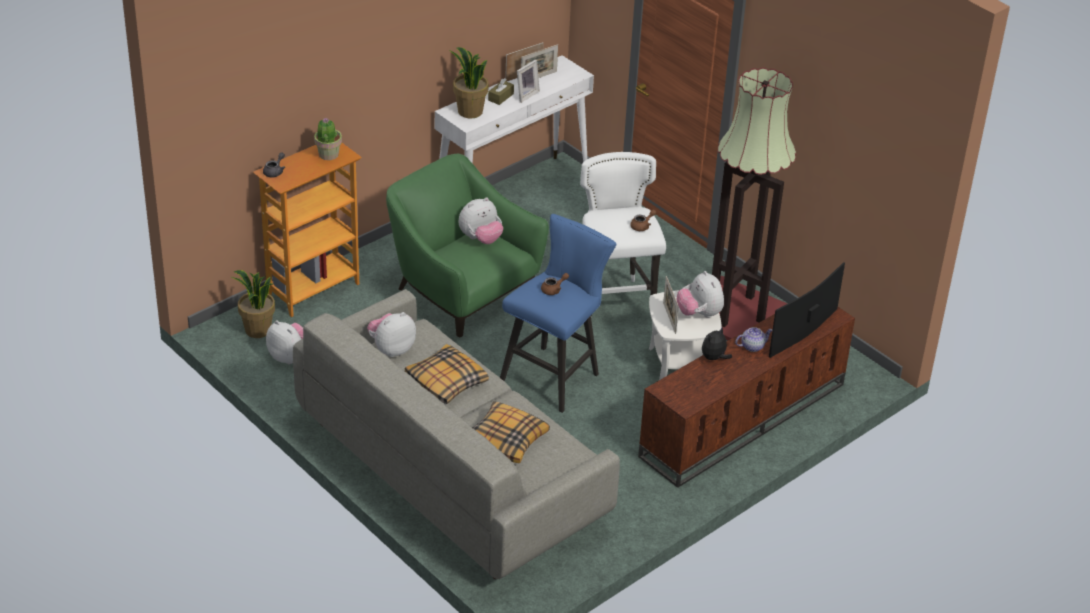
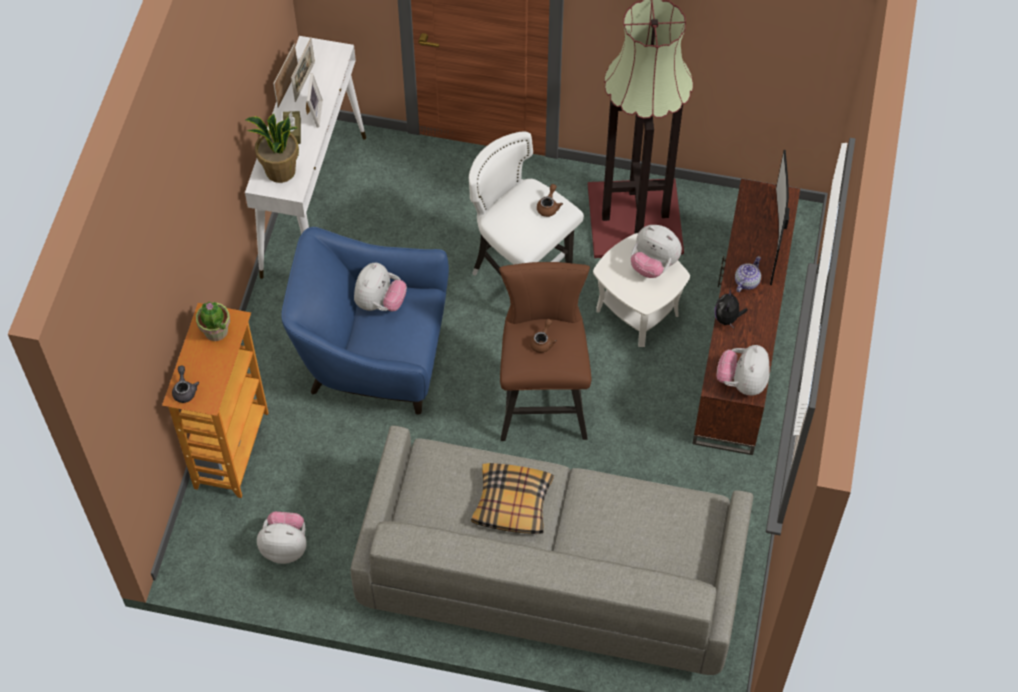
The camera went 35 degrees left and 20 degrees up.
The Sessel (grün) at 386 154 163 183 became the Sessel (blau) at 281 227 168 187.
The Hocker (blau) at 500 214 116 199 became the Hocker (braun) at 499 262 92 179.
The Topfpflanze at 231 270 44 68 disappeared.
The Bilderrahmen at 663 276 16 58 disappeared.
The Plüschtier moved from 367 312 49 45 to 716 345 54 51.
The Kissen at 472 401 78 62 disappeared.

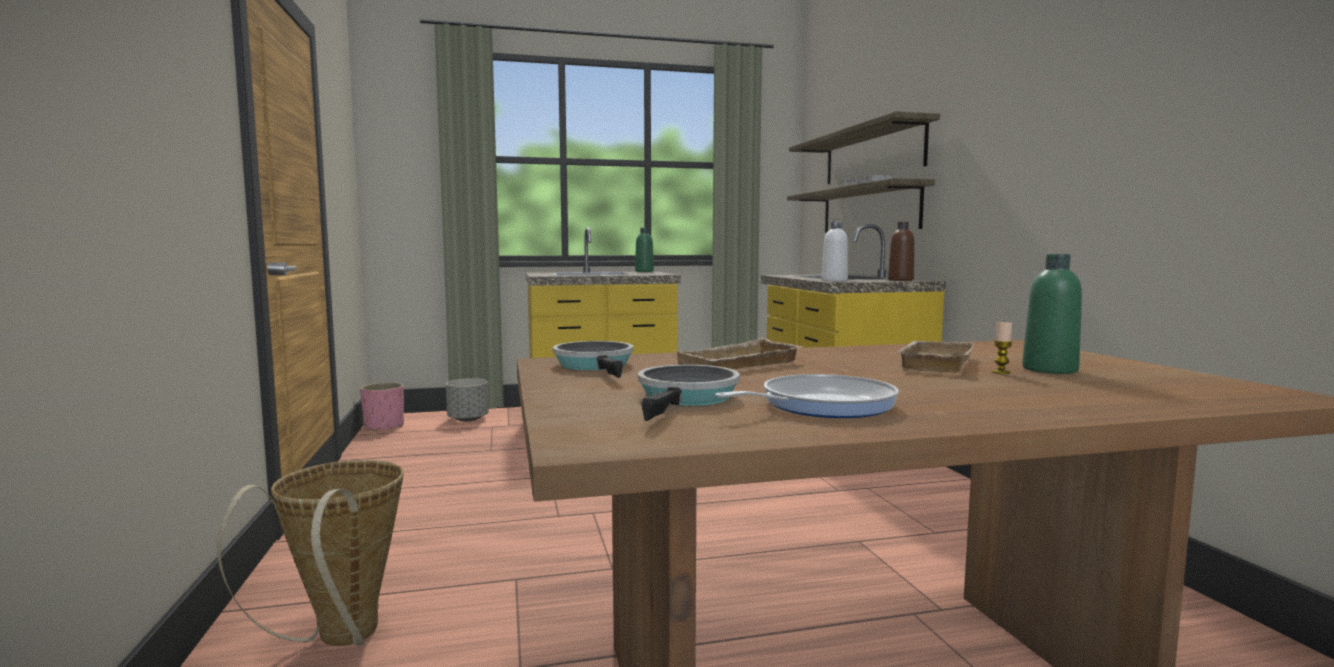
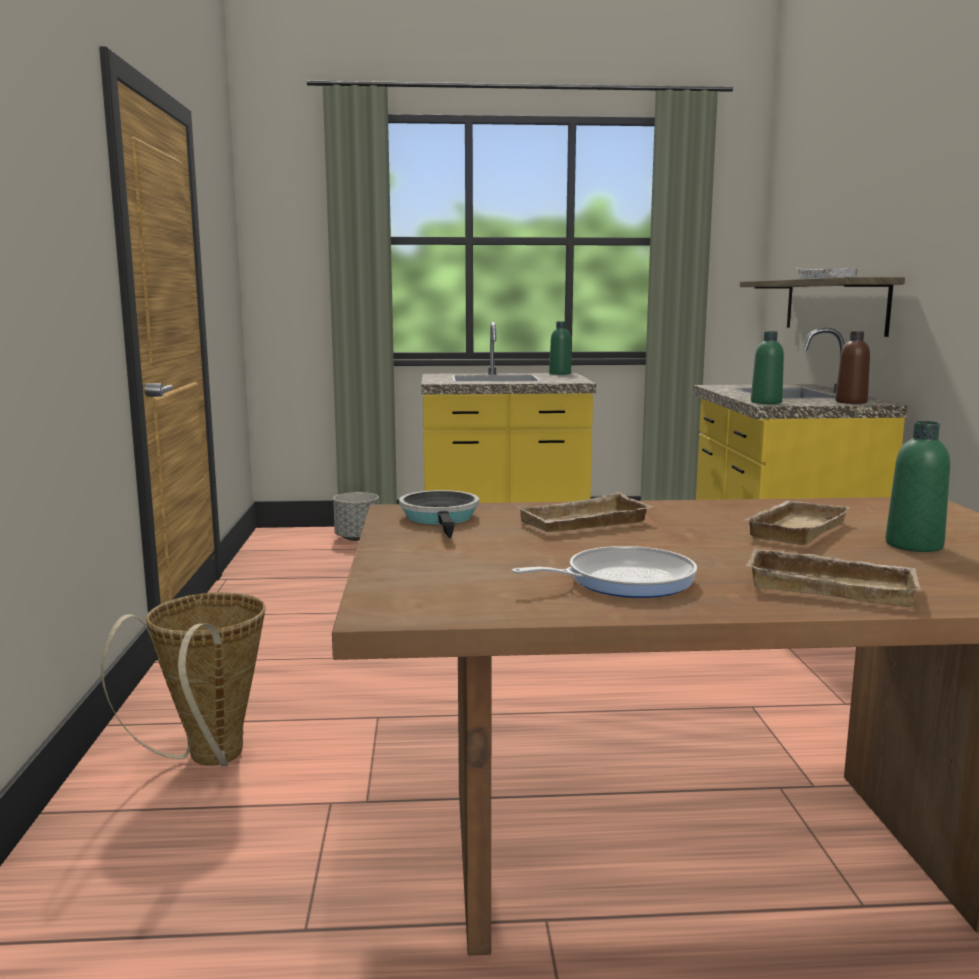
The camera went 10 degrees right and 5 degrees up.
The Wandregal at 789 111 151 73 disappeared.
The Flasche (weiß) at 822 221 26 61 became the Flasche (grün) at 751 331 33 73.
The Kerze at 992 321 21 53 disappeared.
The Pfanne at 638 365 102 56 disappeared.
The Pflanzkübel (rosa) at 360 382 44 50 disappeared.
The Tablett (beige) at 746 547 174 60 appeared.

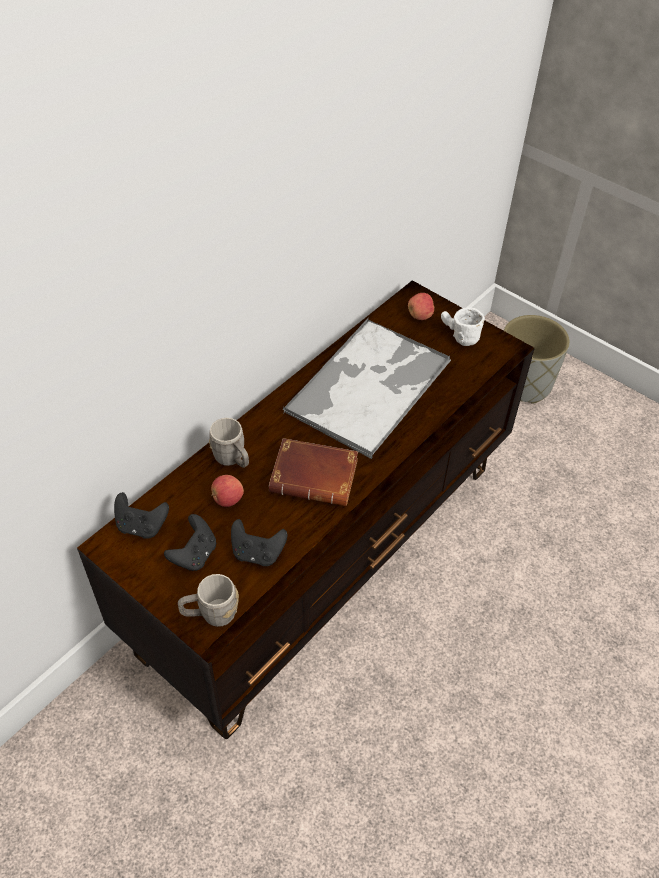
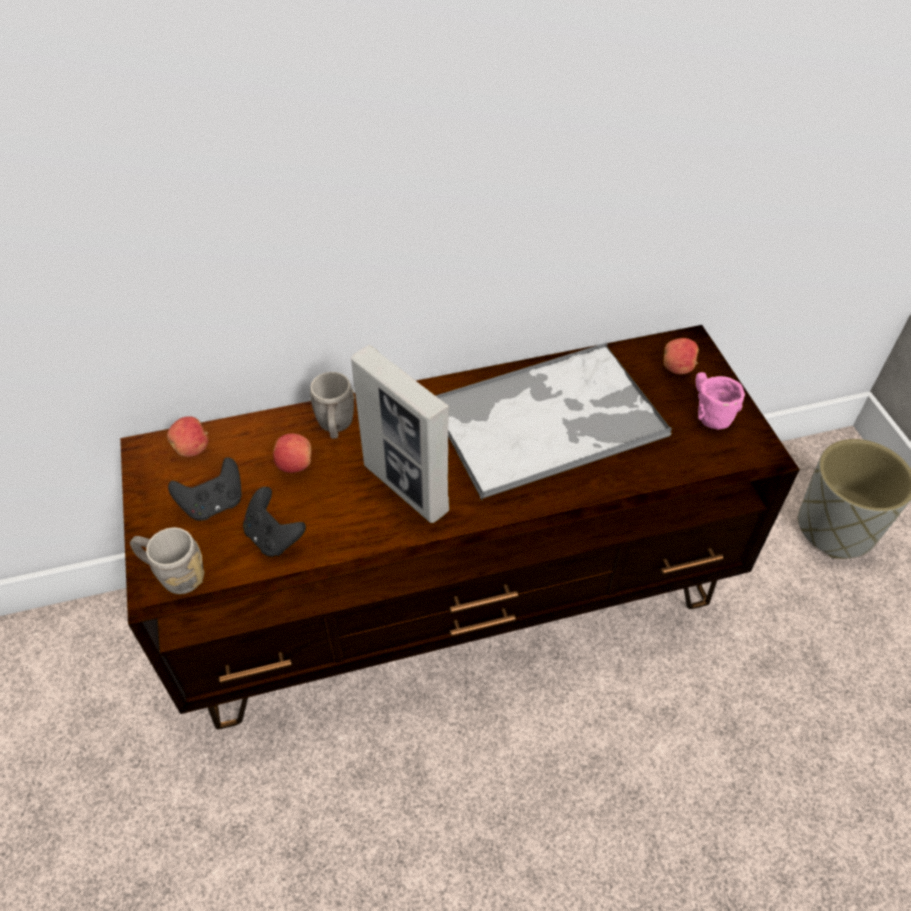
The camera went 35 degrees right and 0 degrees up.
The Henkelbecher (weiß) at 441 307 44 39 became the Henkelbecher (rosa) at 695 372 50 58.
The Buch (braun) at 269 438 89 68 was replaced by the Bilderrahmen at 351 345 98 178.
The Gamepad (schwarz) at 114 492 55 47 was replaced by the Apfel at 167 416 41 41.

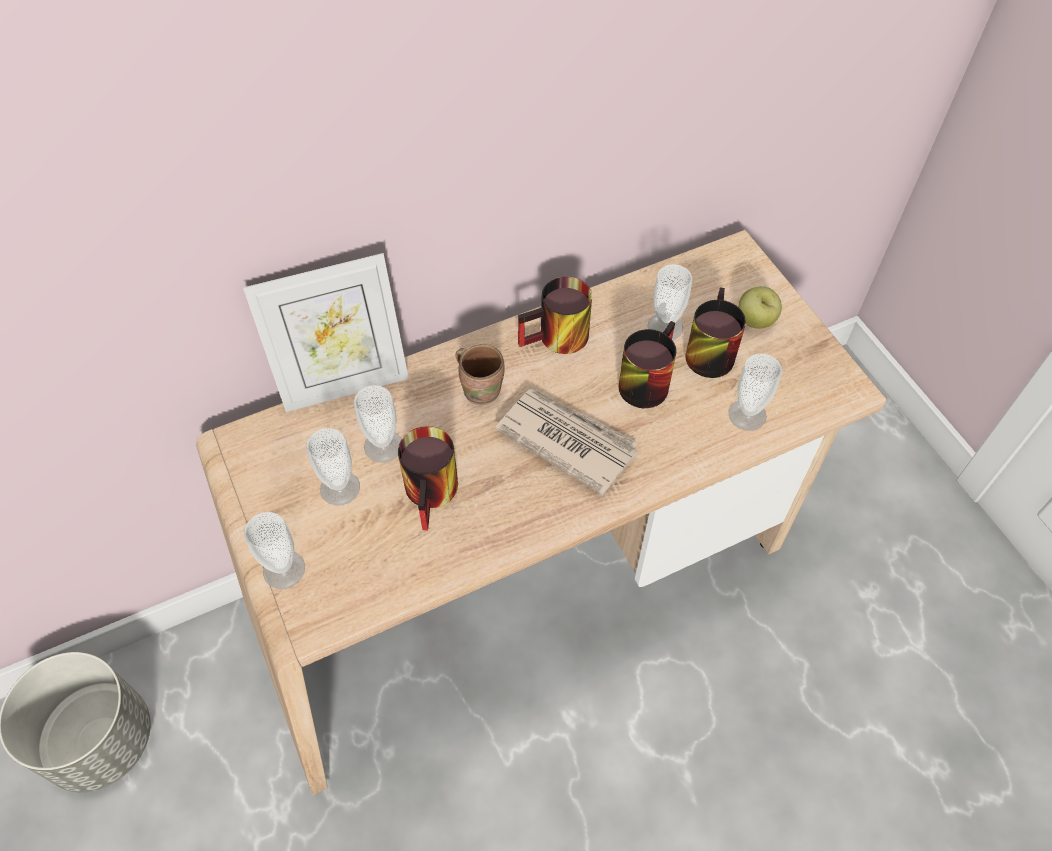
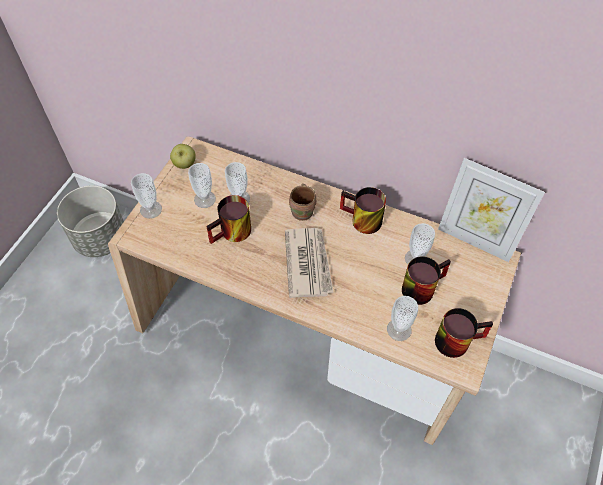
The camera went 50 degrees right and 0 degrees up.
The Bilderrahmen moved from 243 253 166 159 to 438 158 107 104.
The Apfel moved from 738 286 44 43 to 170 144 26 25.
The Henkelbecher moved from 619 321 57 87 to 435 308 58 50.

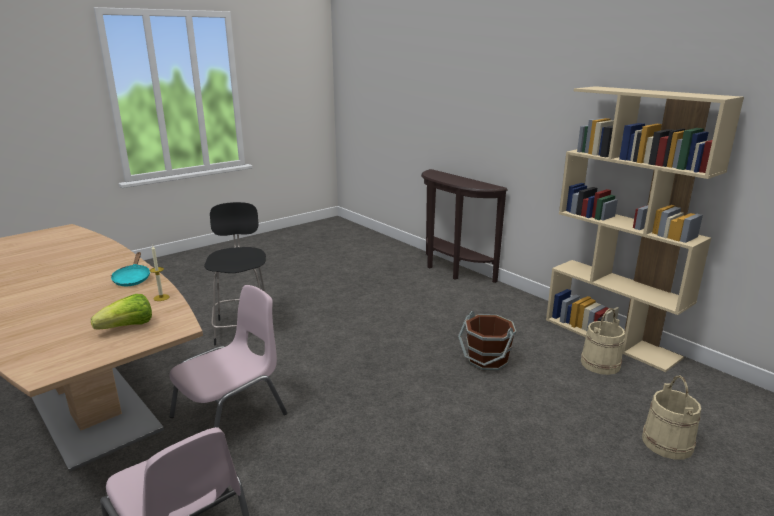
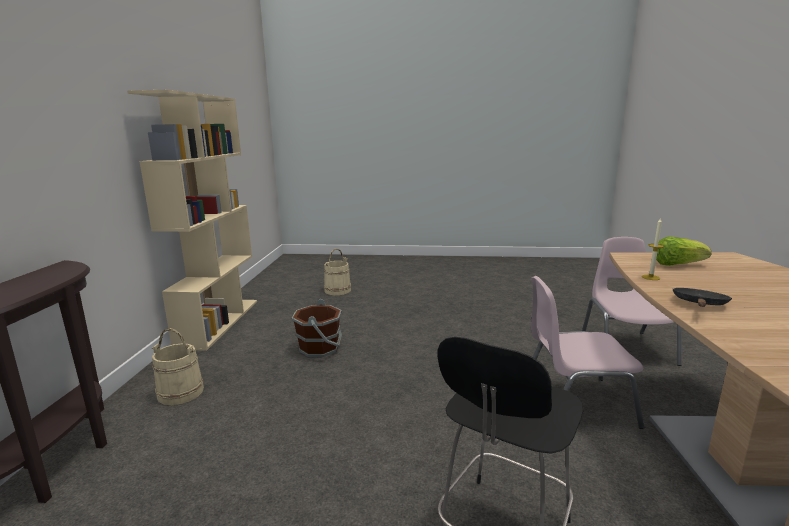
The camera went 135 degrees left and 5 degrees down.
The Pfanne (türkis) at 111 252 39 34 became the Pfanne (schwarz) at 673 288 59 19.
The Eimer (beige) moved from 581 308 44 67 to 152 328 52 77.

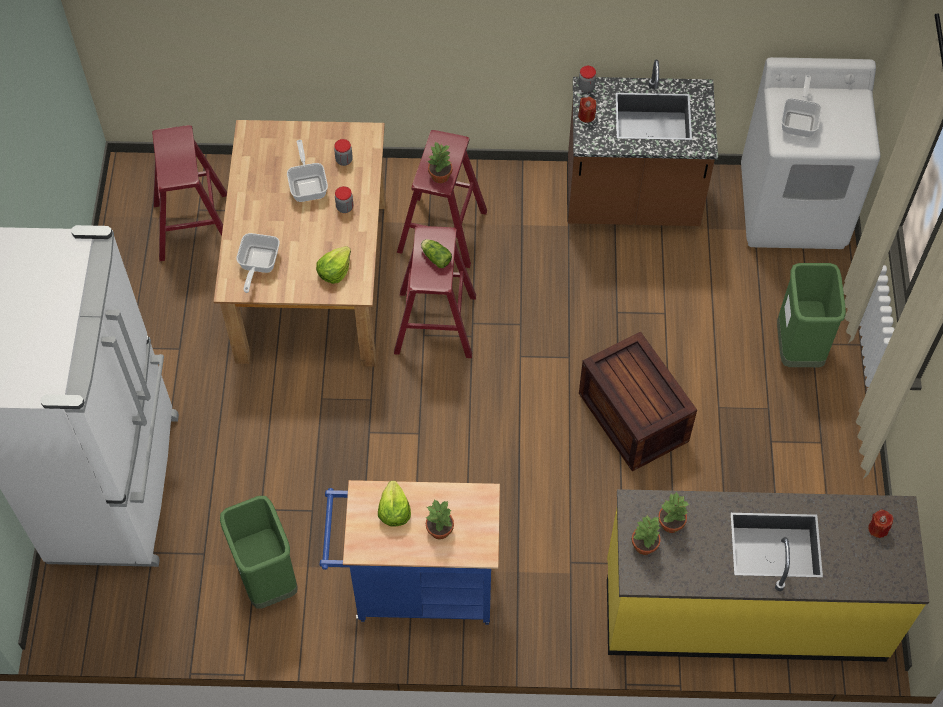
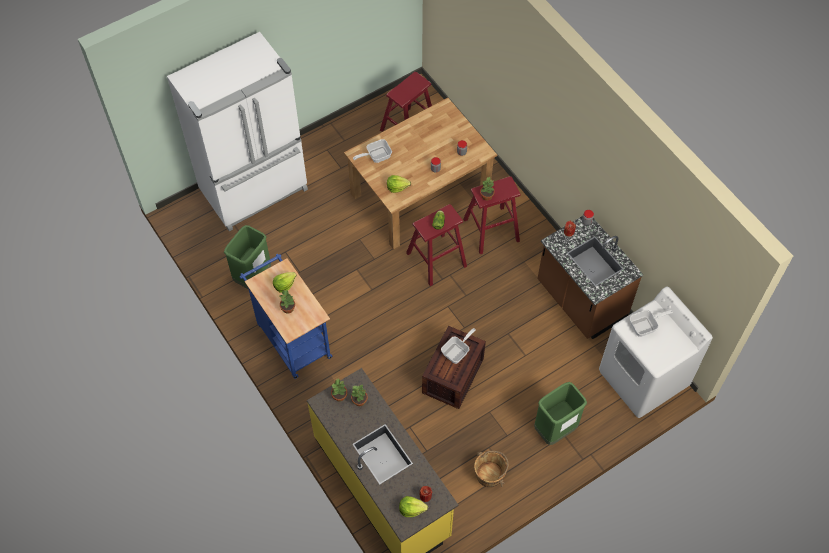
The camera went 55 degrees right and 0 degrees up.
The Pfanne moved from 287 140 41 62 to 441 328 35 36.
The Eimer (braun) at 474 451 35 37 appeared.
The Salatkopf at 399 496 29 21 appeared.

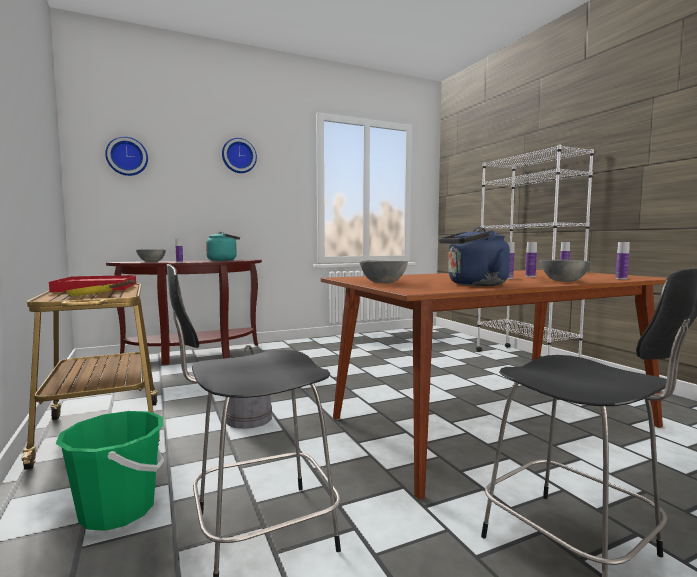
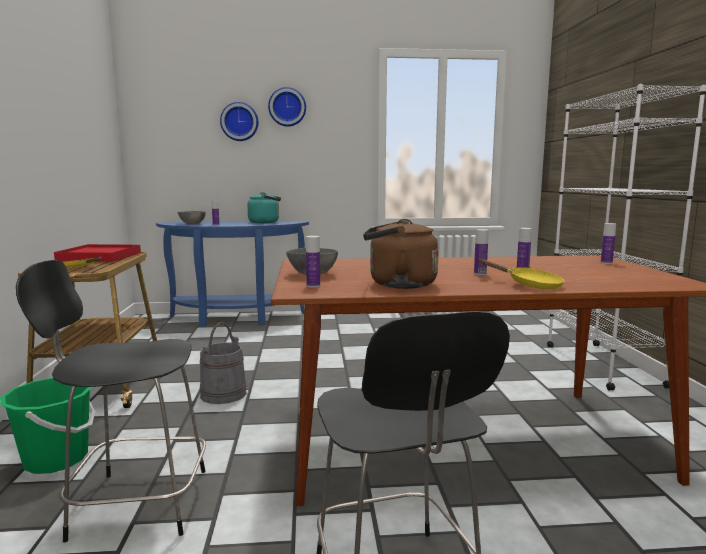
The camera went 20 degrees right and 5 degrees up.
The Wanduhr moved from 105 137 43 39 to 220 102 38 39.
The Wasserkessel (blau) at 439 227 71 59 became the Wasserkessel (braun) at 363 219 76 70.
The Flasche moved from 615 242 15 37 to 306 236 14 52.
The Schüssel (grau) at 540 259 51 23 was replaced by the Pfanne (gelb) at 478 259 87 31.
The Konsolentisch (braun) at 106 260 156 105 became the Konsolentisch (blau) at 156 221 153 106.

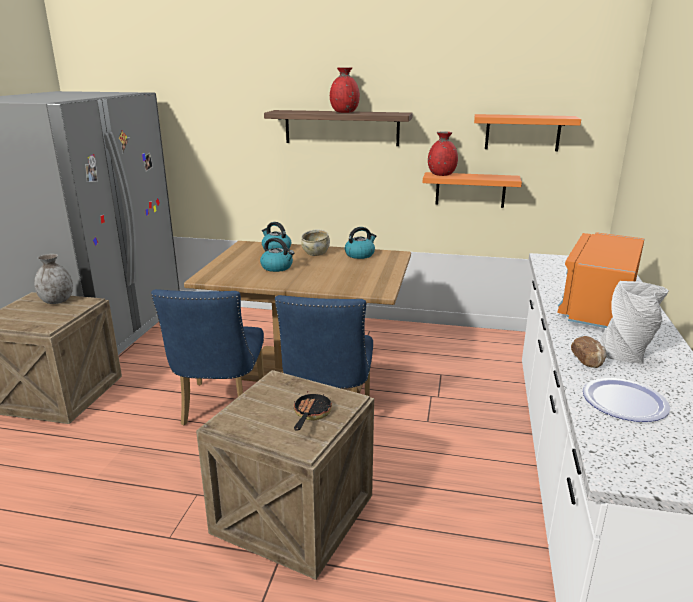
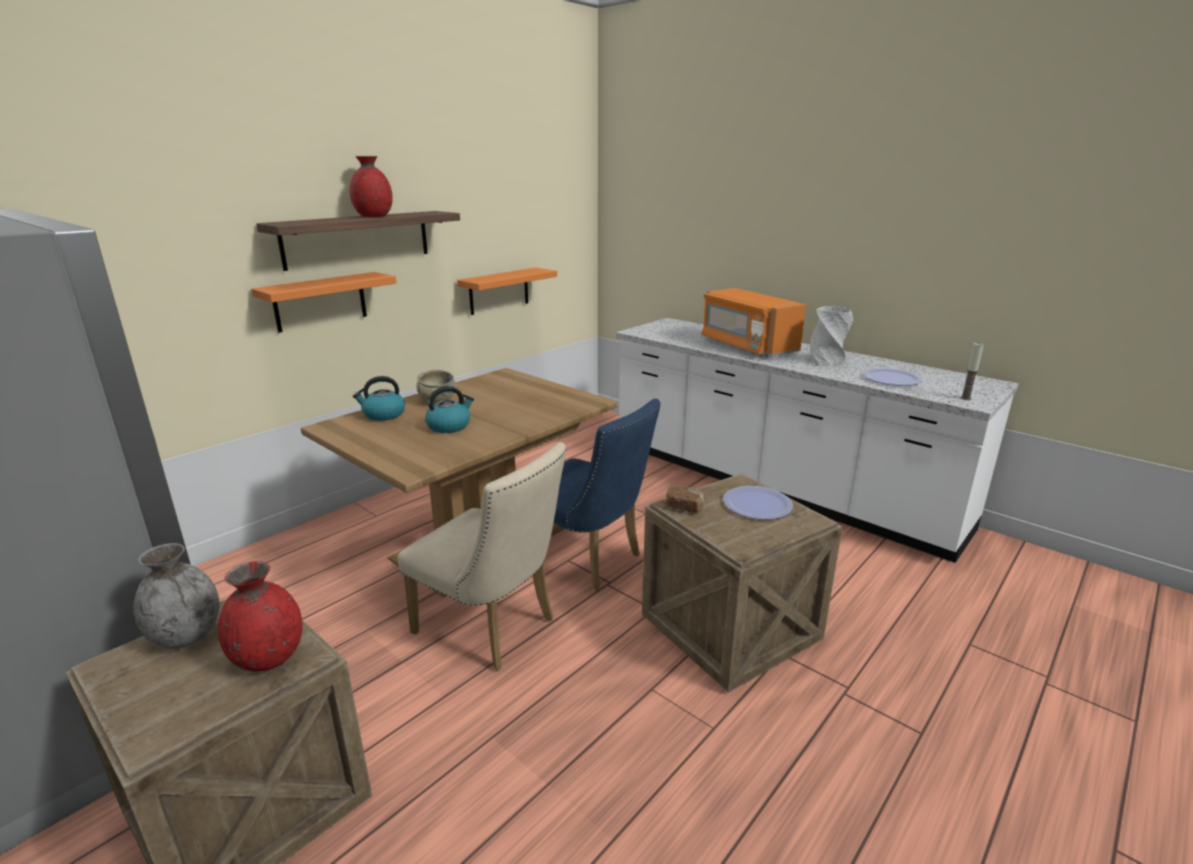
The camera went 60 degrees left and 0 degrees up.
The Wandregal (orange) moved from 474 114 107 37 to 251 272 146 61.
The Vase (rot) moved from 428 131 30 45 to 218 561 85 111.
The Wasserkessel at 345 227 31 32 disappeared.
The Stuhl (blau) at 151 289 113 136 became the Stuhl (beige) at 398 442 169 229.
The Brot moved from 571 336 36 32 to 665 486 39 27.
The Pfanne at 294 386 38 45 was replaced by the Teller at 723 486 70 34.
The Kerze at 960 343 24 57 appeared.

